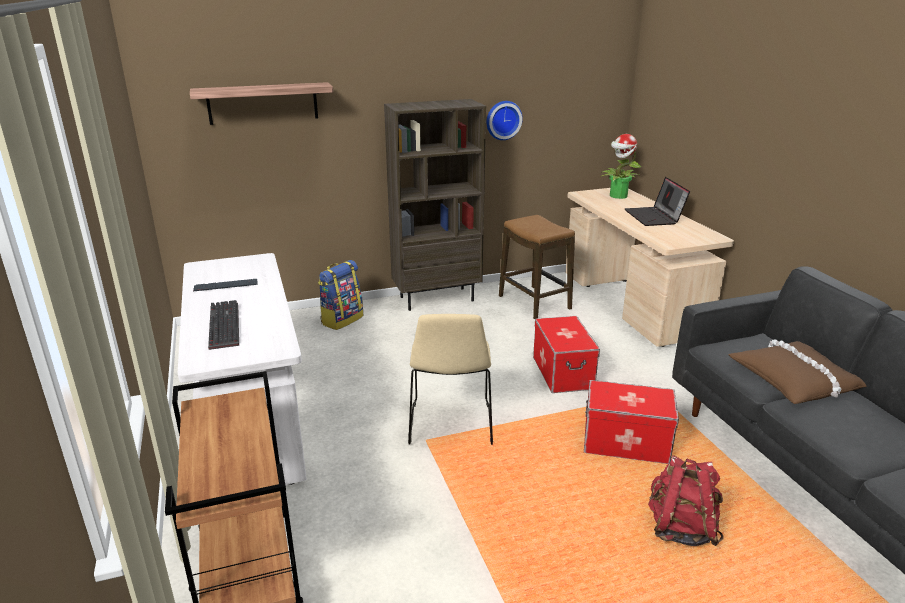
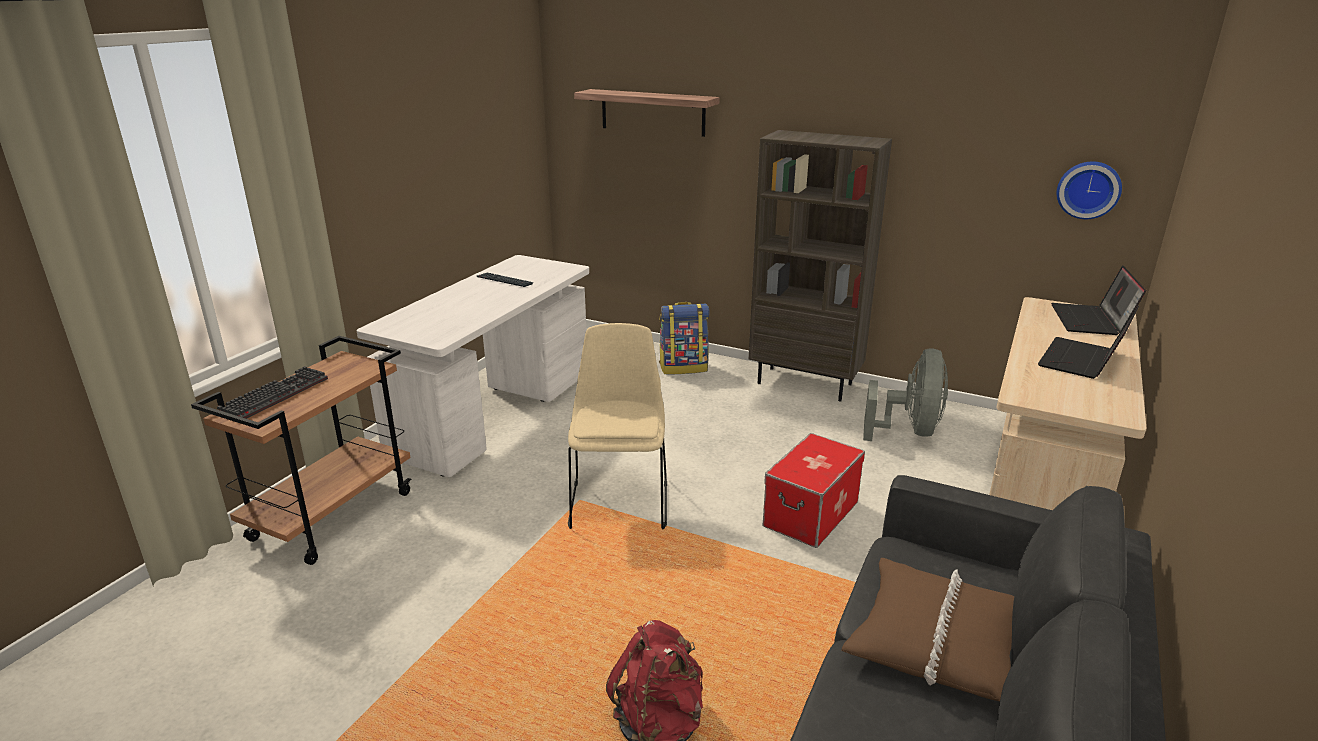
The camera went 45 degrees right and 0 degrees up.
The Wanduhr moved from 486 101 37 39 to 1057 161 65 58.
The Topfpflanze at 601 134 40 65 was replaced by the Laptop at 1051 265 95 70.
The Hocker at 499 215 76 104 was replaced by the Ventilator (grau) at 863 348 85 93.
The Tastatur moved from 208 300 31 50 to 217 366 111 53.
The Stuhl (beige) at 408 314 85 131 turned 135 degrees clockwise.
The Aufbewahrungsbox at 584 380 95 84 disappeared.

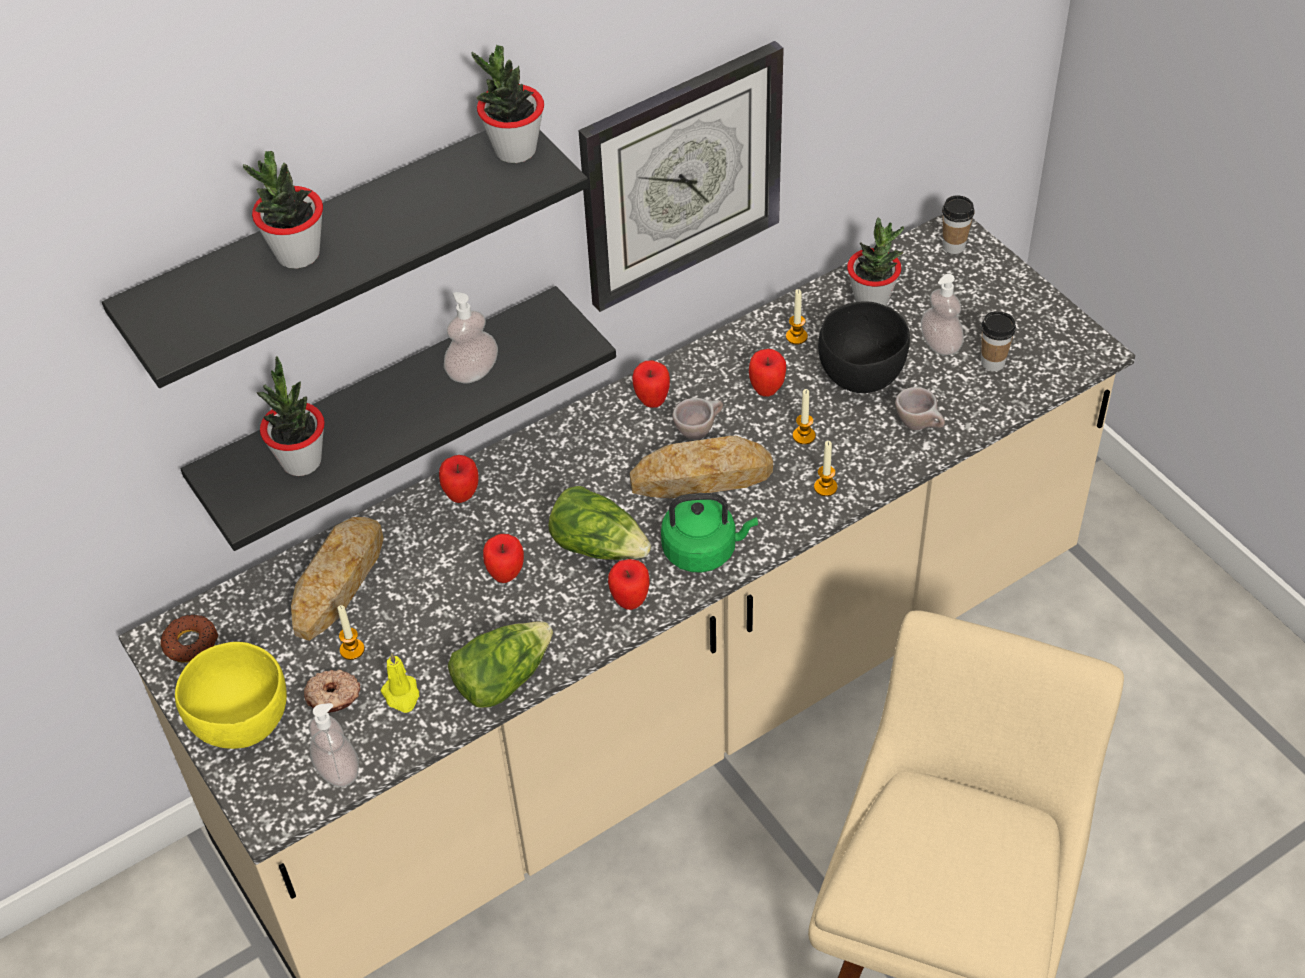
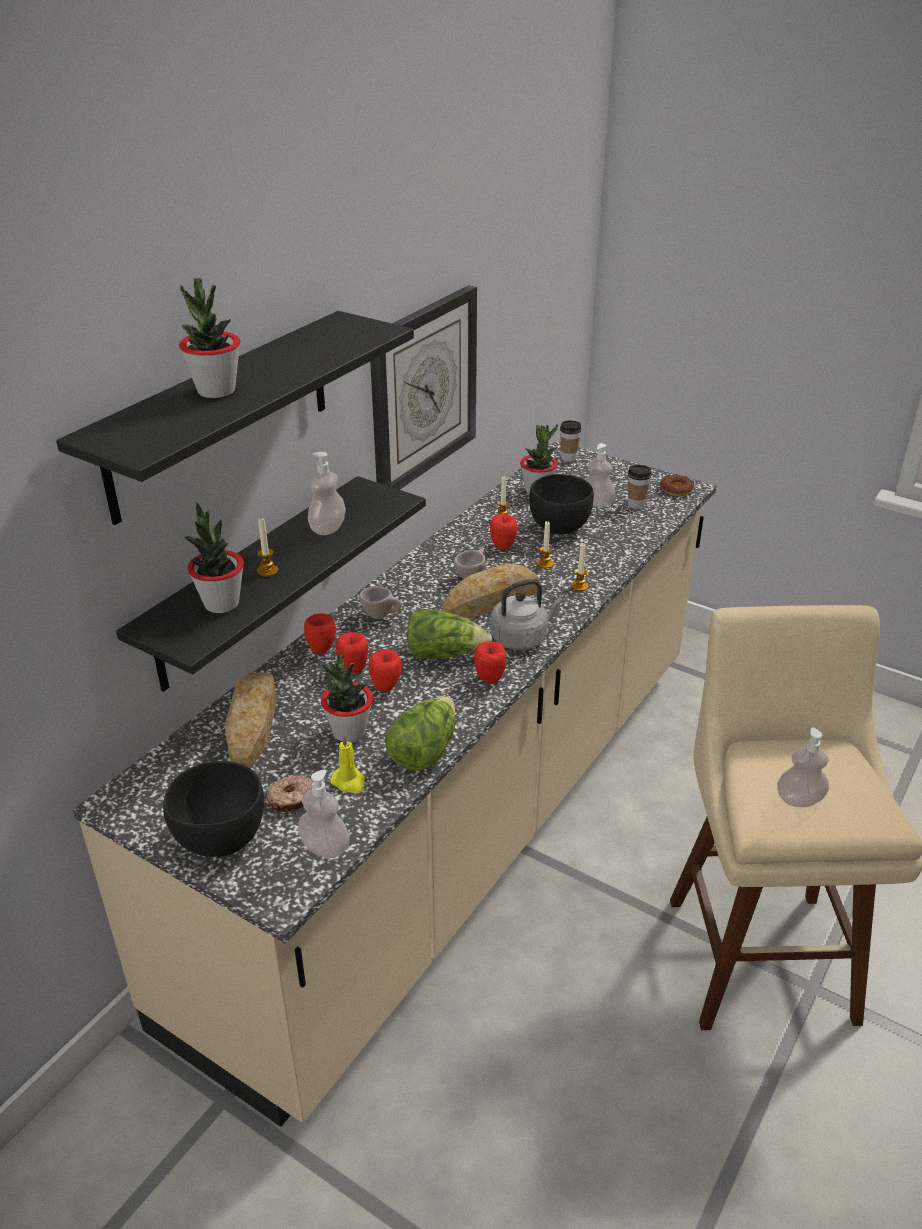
The camera went 25 degrees left and 15 degrees down.
The Topfpflanze moved from 471 45 73 118 to 321 654 52 88.
The Apfel moved from 632 360 38 48 to 336 632 32 41.
The Tasse (beige) moved from 895 387 50 43 to 359 586 42 33.
The Wasserkessel (grün) at 661 493 97 80 became the Wasserkessel (grau) at 491 579 72 71.
The Kerze moved from 337 605 28 55 to 257 518 21 59.
The Donut moved from 161 615 57 48 to 660 474 34 22.
The Schüssel (gelb) at 175 642 112 107 became the Schüssel (schwarz) at 163 761 101 96.
The Seifenspender at 777 728 52 79 appeared.

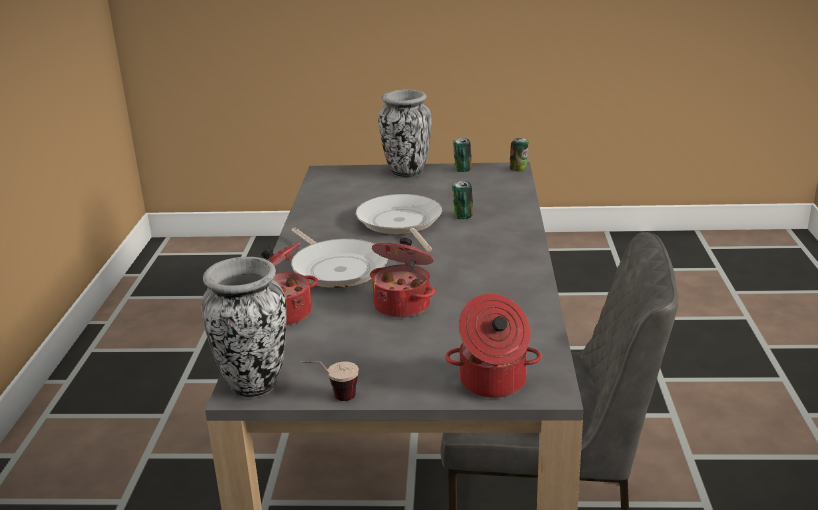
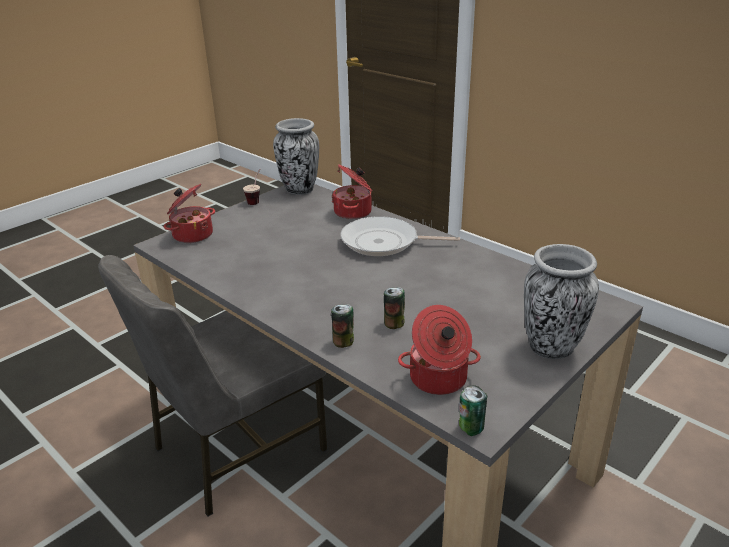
The camera went 130 degrees right and 5 degrees up.
The Dose moved from 453 138 19 34 to 331 304 23 44.
The Pfanne at 356 194 86 58 disappeared.
The Kochtopf moved from 370 238 65 80 to 398 305 83 90.

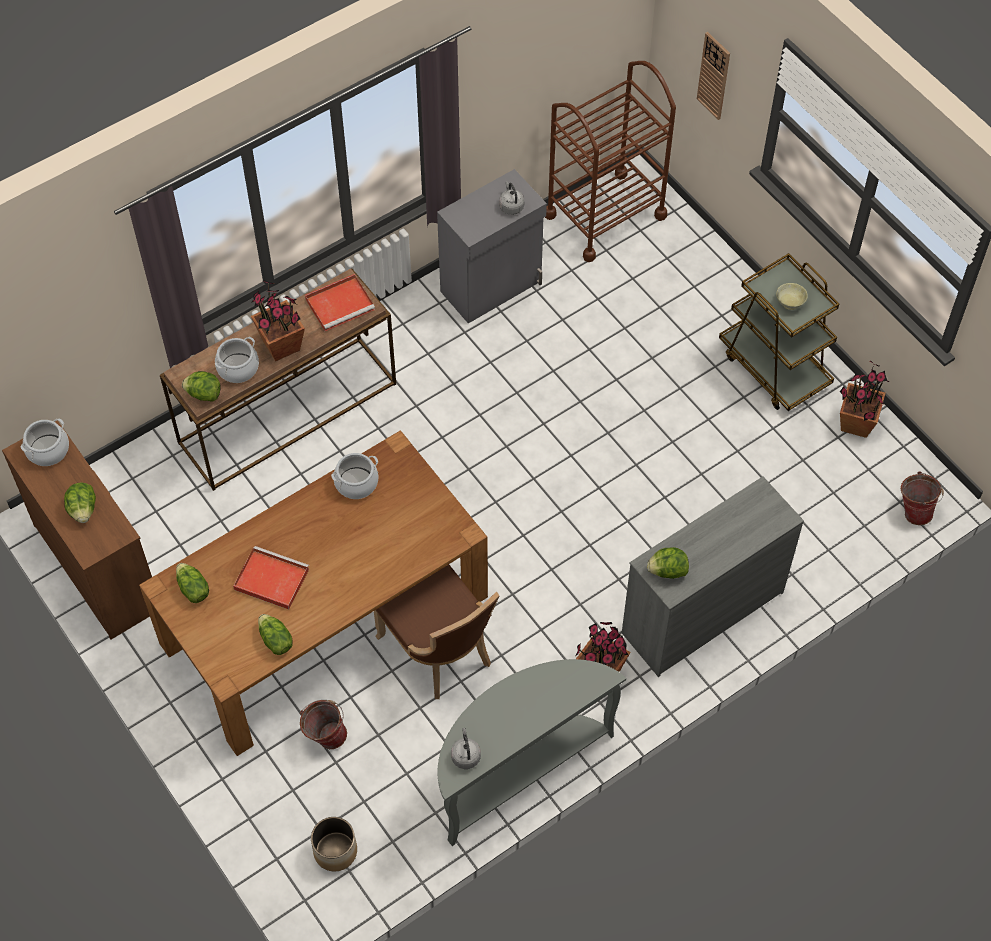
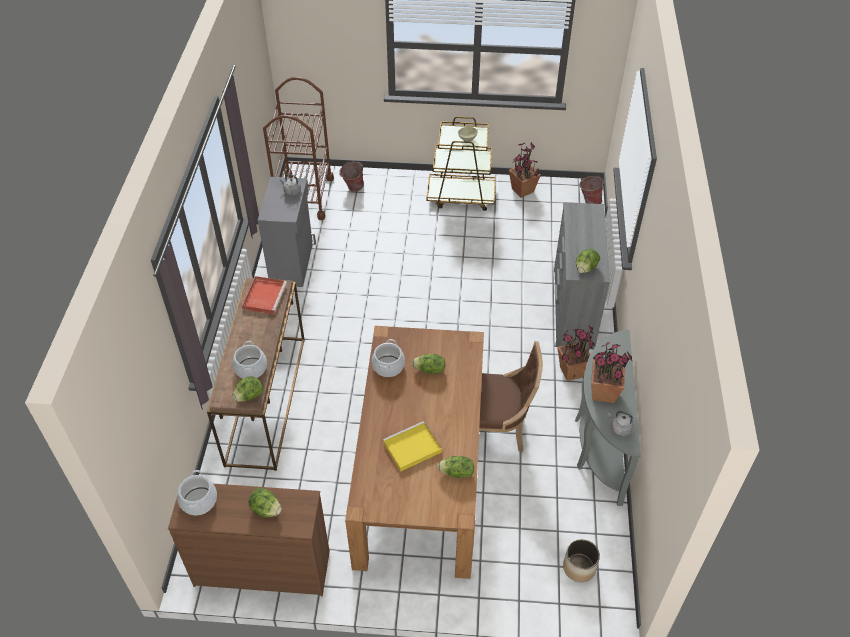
The camera went 50 degrees left and 10 degrees down.
The Wanduhr at 697 32 33 88 disappeared.
The Topfpflanze moved from 251 280 54 82 to 591 342 41 61.
The Tablett (rot) at 233 546 76 64 became the Tablett (gelb) at 383 421 59 51.
The Salatkopf moved from 176 563 33 40 to 412 354 33 20.
The Eimer moved from 300 700 47 49 to 339 162 25 30.

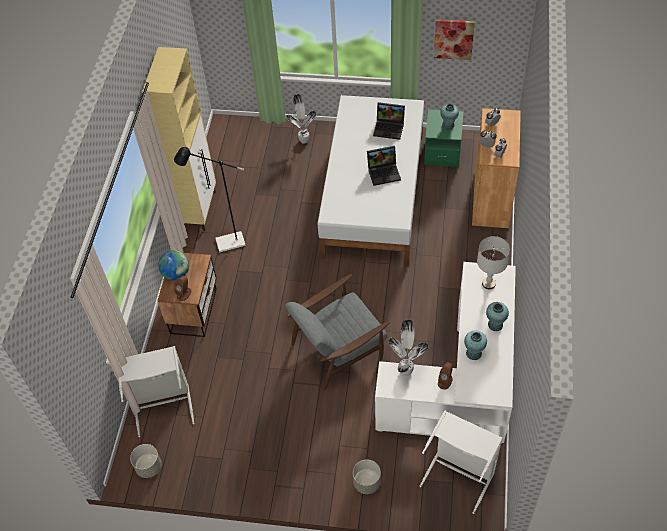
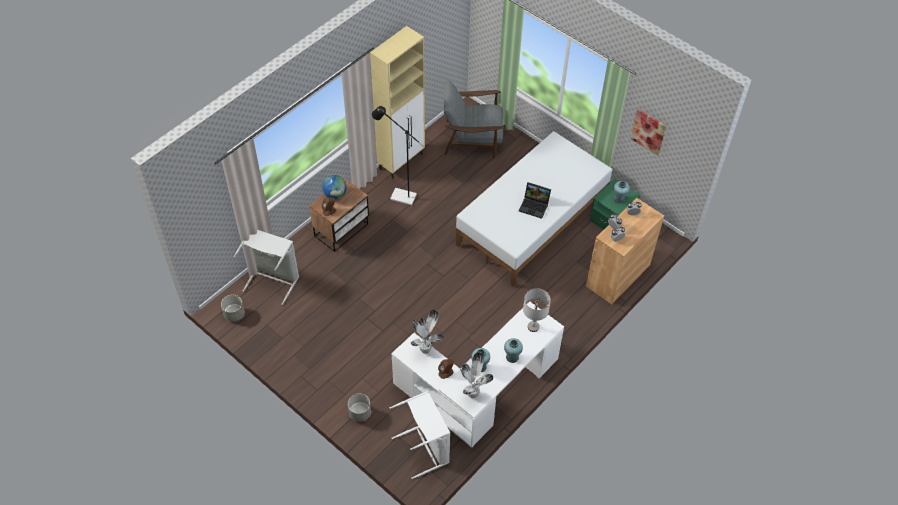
The camera went 30 degrees right and 0 degrees up.
The Topfpflanze moved from 286 94 30 50 to 460 352 33 46.
The Laptop at 373 102 32 38 disappeared.
The Sessel (grau) moved from 285 274 105 116 to 443 81 61 77.

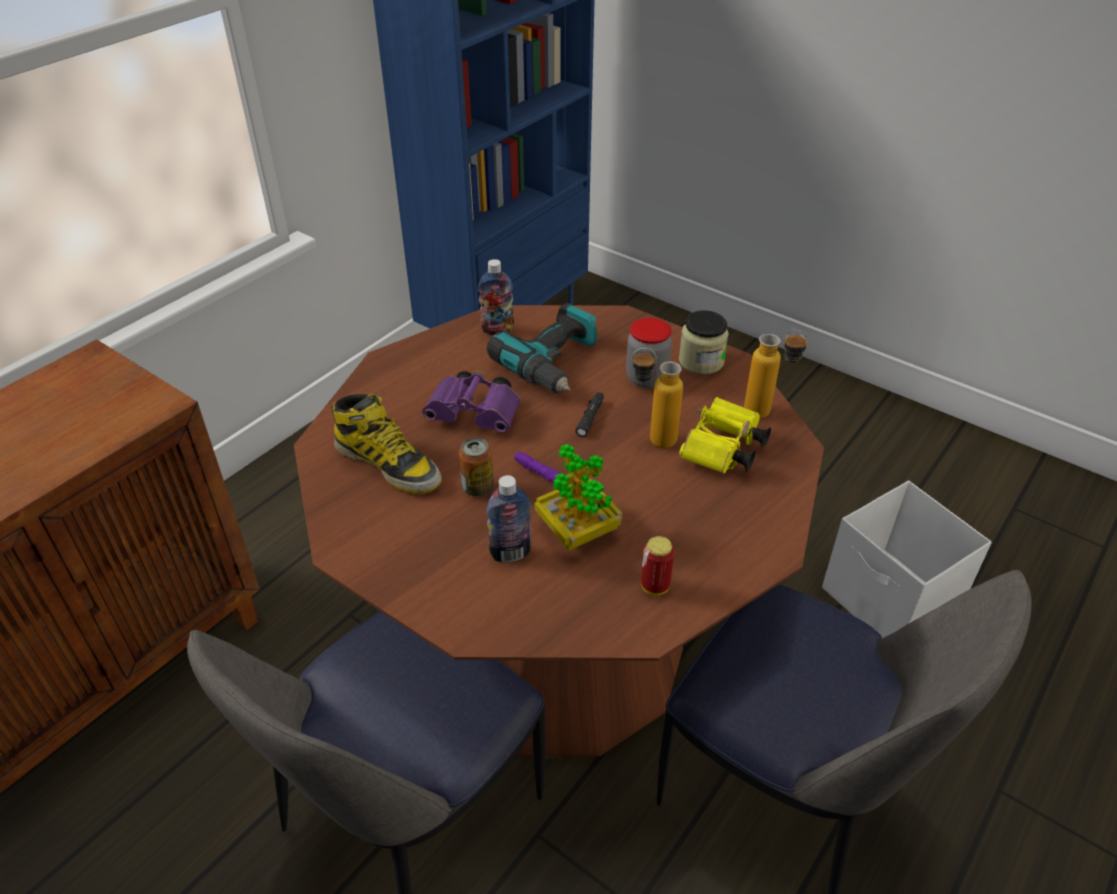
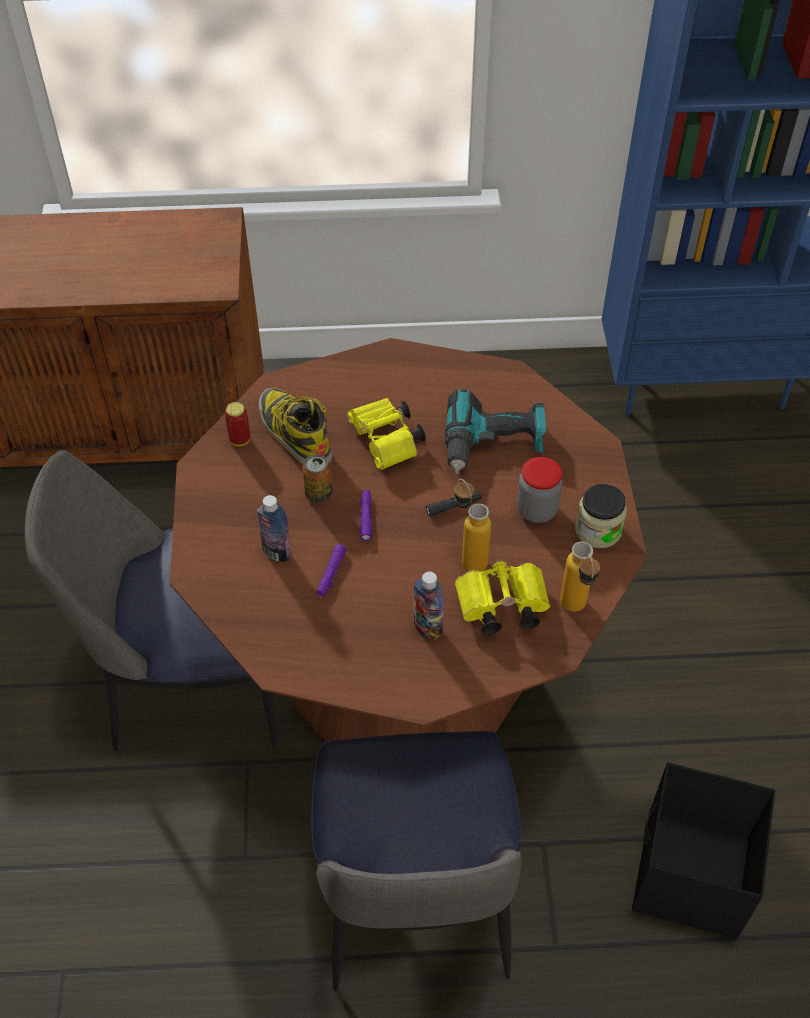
The camera went 50 degrees right and 10 degrees up.
The Flasche moved from 478 259 36 76 to 414 572 30 67.
The Fernglas (lila) at 422 371 98 62 became the Fernglas (gelb) at 347 398 79 72.
The Stiefel at 331 394 111 100 turned 150 degrees clockwise.
The Topfpflanze at 535 444 88 106 was replaced by the Taschenlampe (lila) at 317 544 30 53.
The Aufbewahrungsbox (weiß) at 822 481 170 157 became the Aufbewahrungsbox (schwarz) at 632 762 143 177.
The Dose moved from 641 536 33 59 to 225 402 25 44.

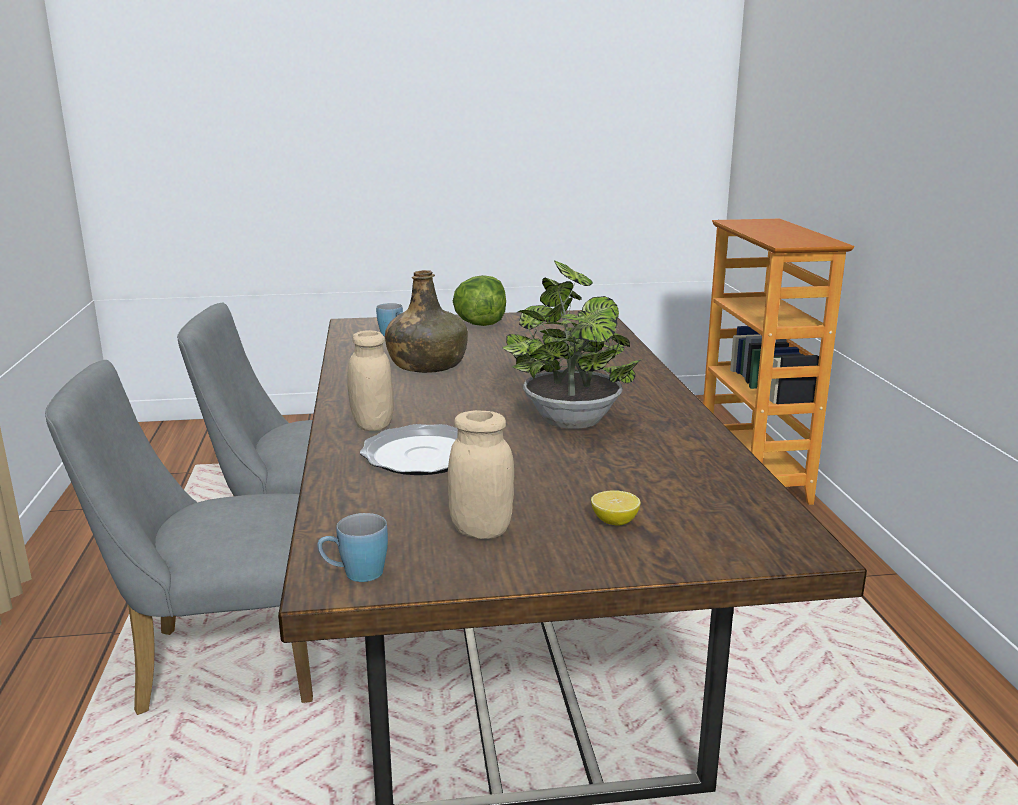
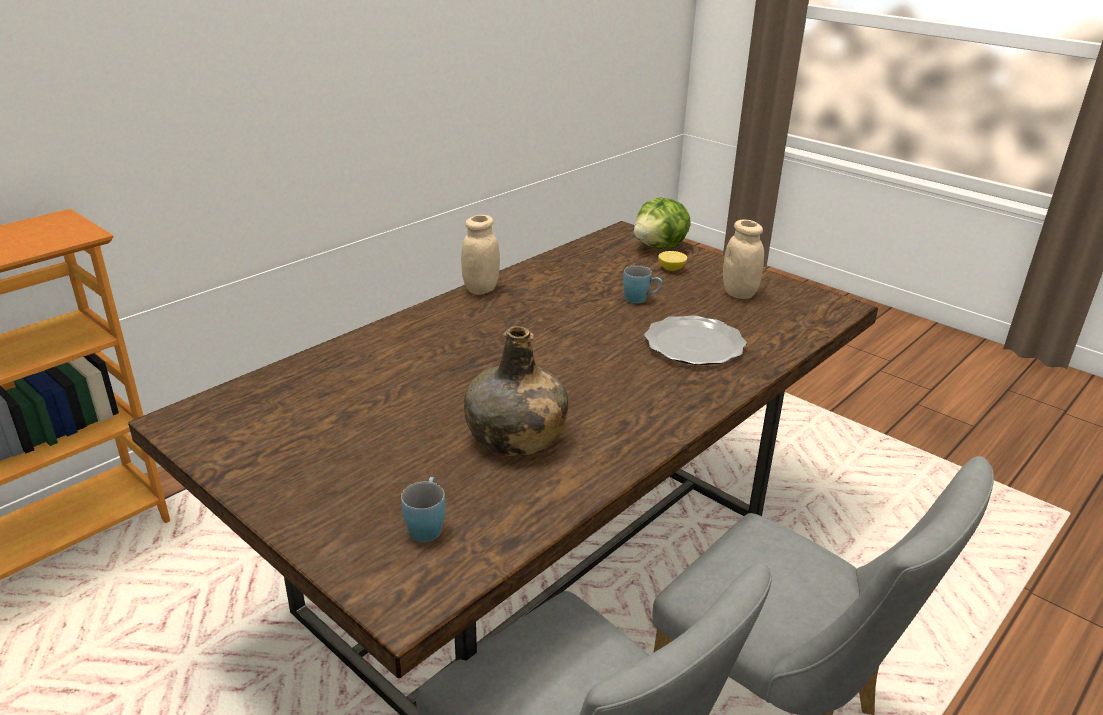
The camera went 130 degrees left and 10 degrees up.
The Topfpflanze at 502 260 140 169 disappeared.
The Salatkopf moved from 453 275 53 51 to 634 197 57 51.
The Vorratsglas (beige) moved from 347 330 47 101 to 461 215 39 80.
The Henkelbecher (blau) moved from 317 513 71 69 to 623 265 39 39.

